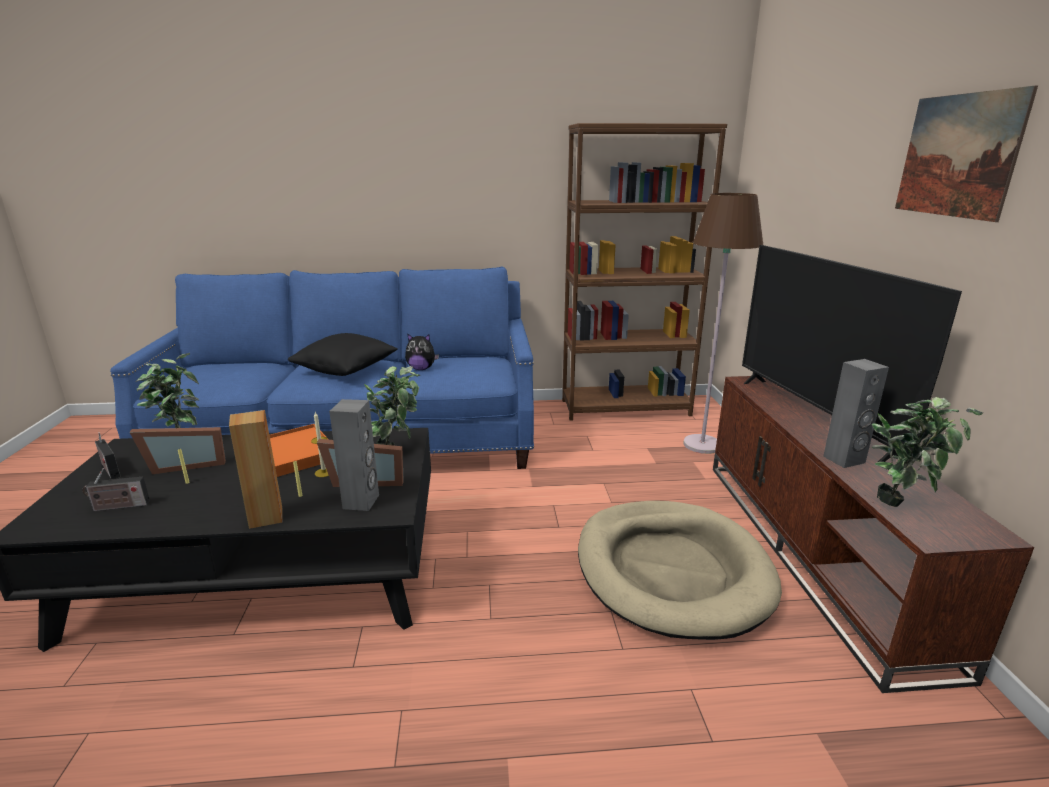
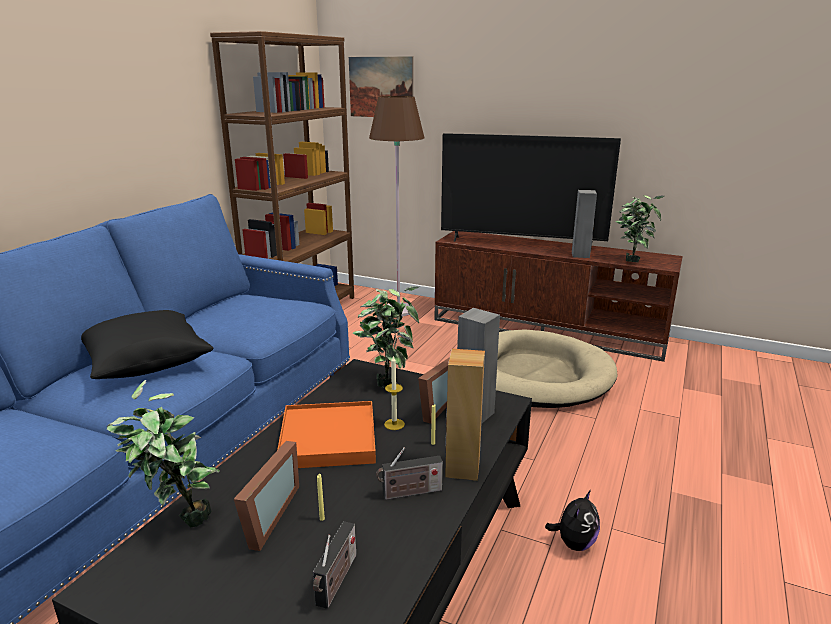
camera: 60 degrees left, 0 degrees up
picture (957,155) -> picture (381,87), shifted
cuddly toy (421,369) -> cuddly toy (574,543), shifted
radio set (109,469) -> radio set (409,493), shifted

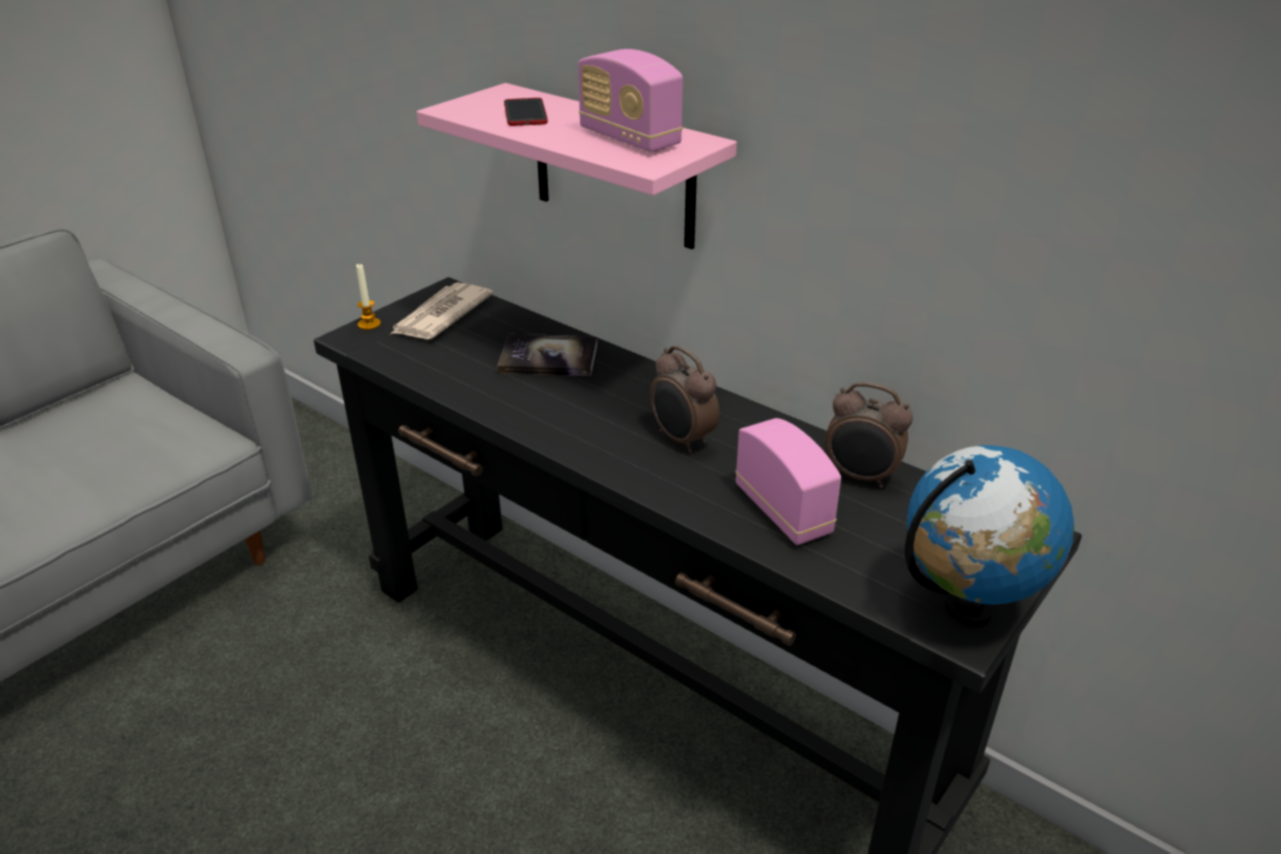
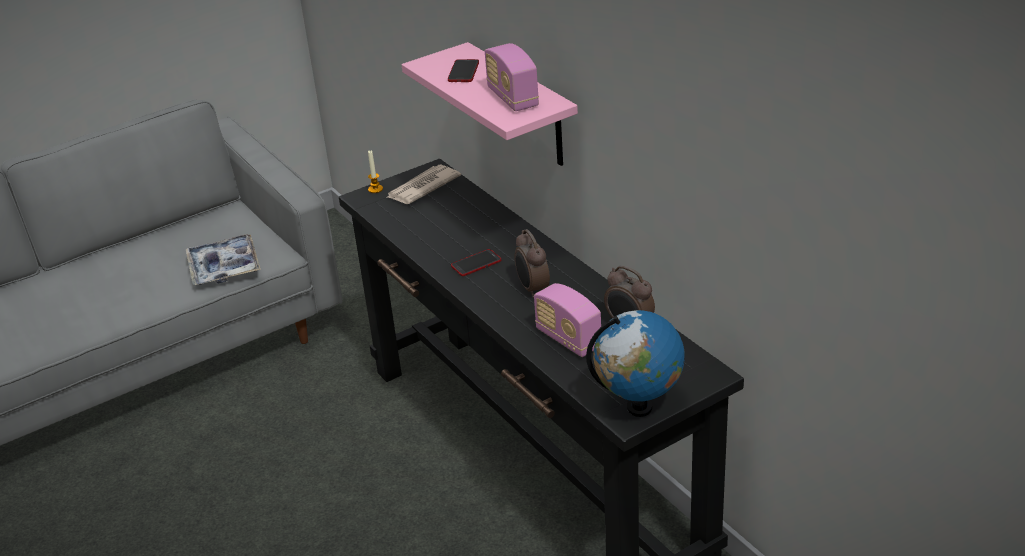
camera: 20 degrees right, 0 degrees up
book (548,357) -> none
radio set (783,510) -> radio set (568,339), 150 degrees clockwise
none -> serving tray (224,267)
none -> handset (476,263)

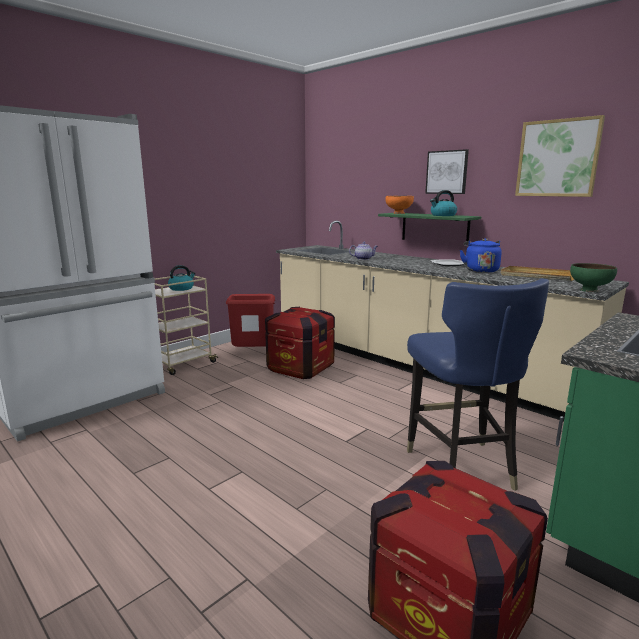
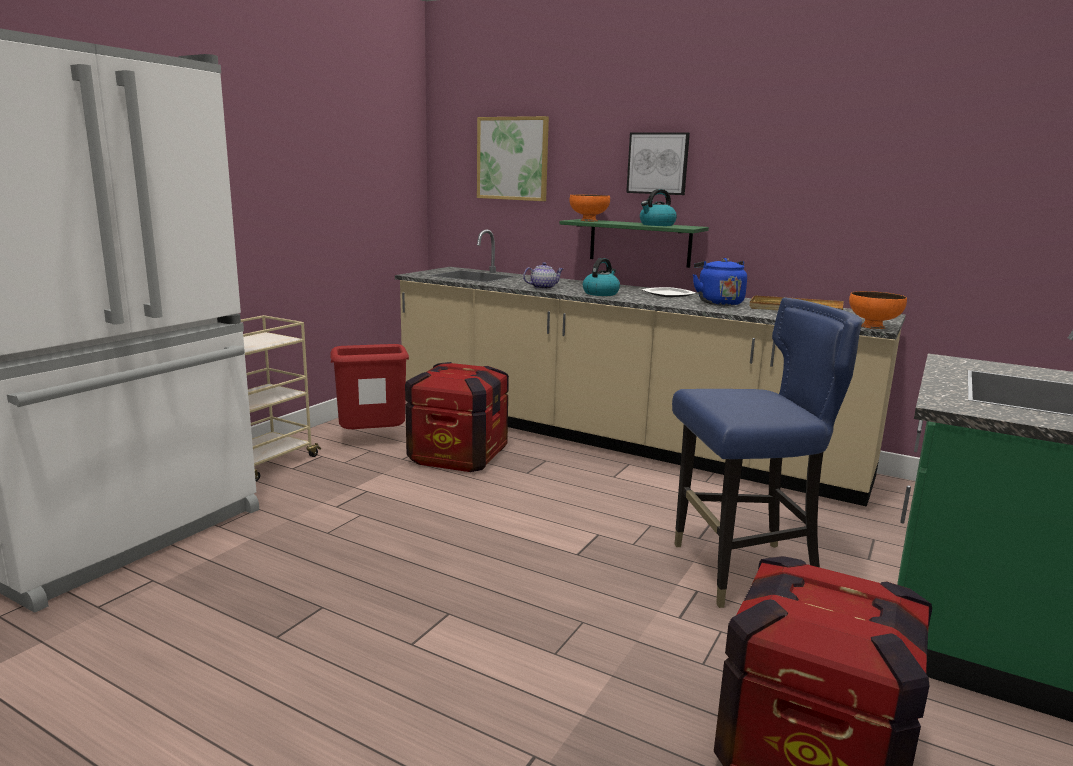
camera: 15 degrees left, 0 degrees up
picture (557,158) -> picture (513,158), shifted
green-coloured serving bowl (590,290) -> orange serving bowl (873,327)
kettle (181,288) -> kettle (601,293), shifted
blue-coloured plain chair (460,467) -> blue-coloured plain chair (742,571), 75 degrees counterclockwise

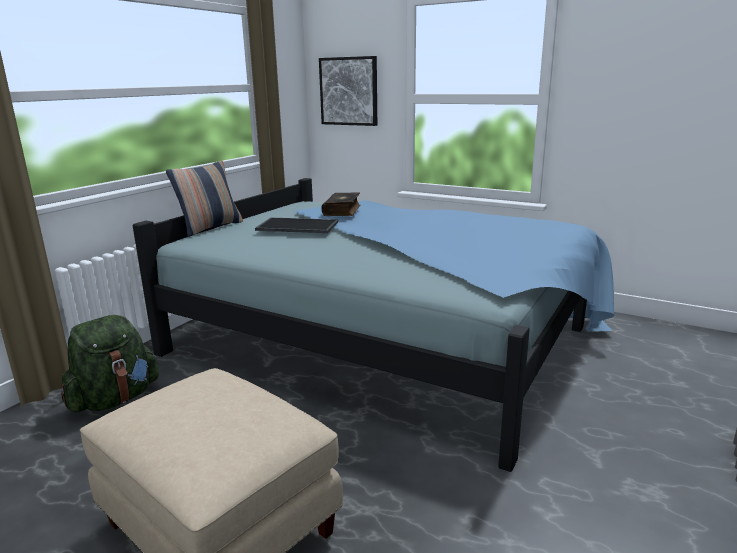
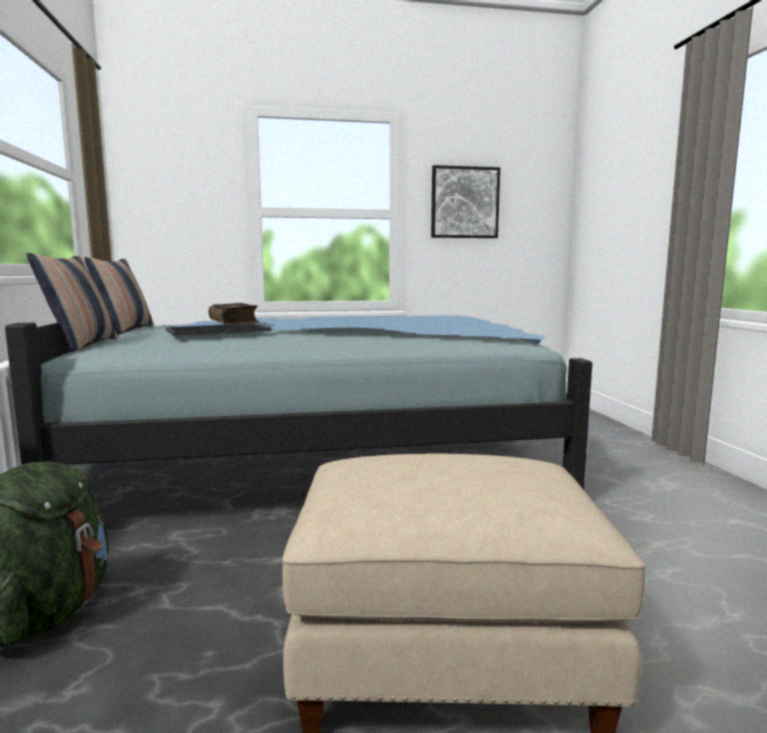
camera: 40 degrees left, 10 degrees down
picture (349,91) -> picture (464,202), shifted
none -> pillow (125,329)

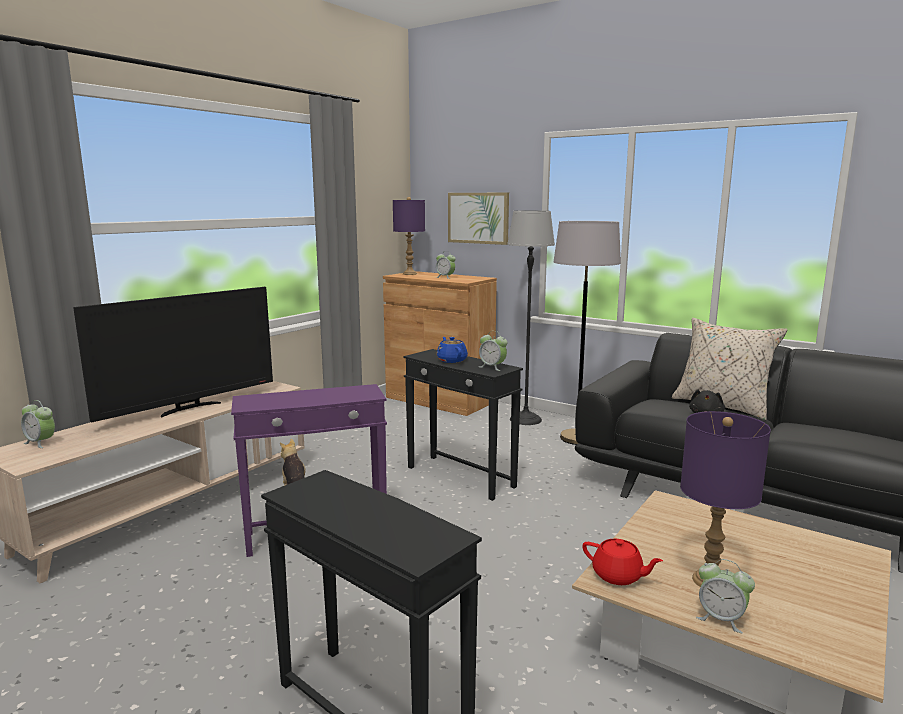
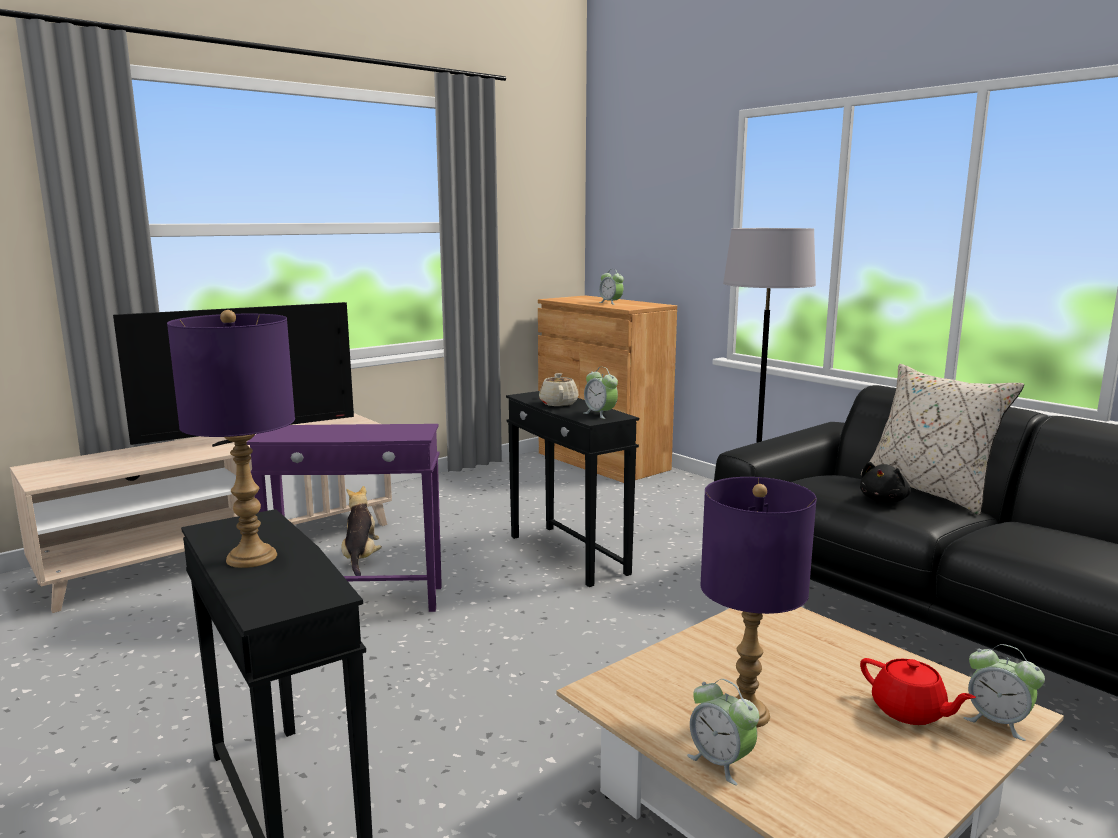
camera: 15 degrees right, 0 degrees up
picture (478,218) -> none
purplish lamp for a table (410,274) -> purplish lamp for a table (252,558), shifted
standing lamp (526,419) -> none
blue-coloured pot for tea (451,360) -> beige-coloured pot for tea (558,403)
table clock (40,443) -> table clock (997,722), shifted
reddish pot for tea (618,576) -> reddish pot for tea (909,712), shifted

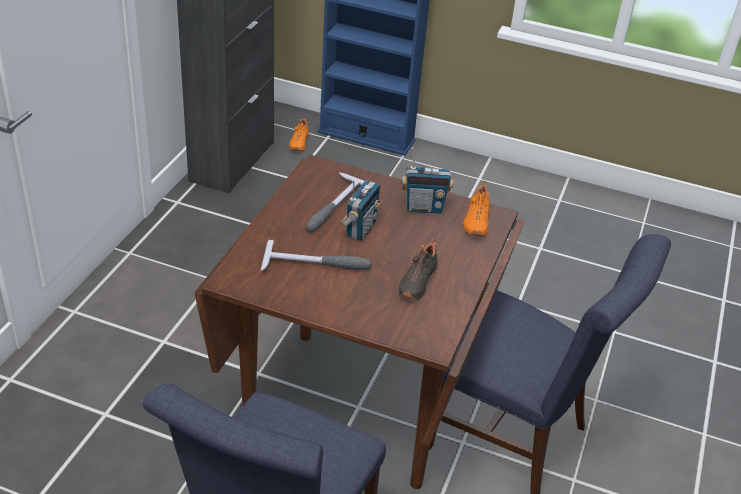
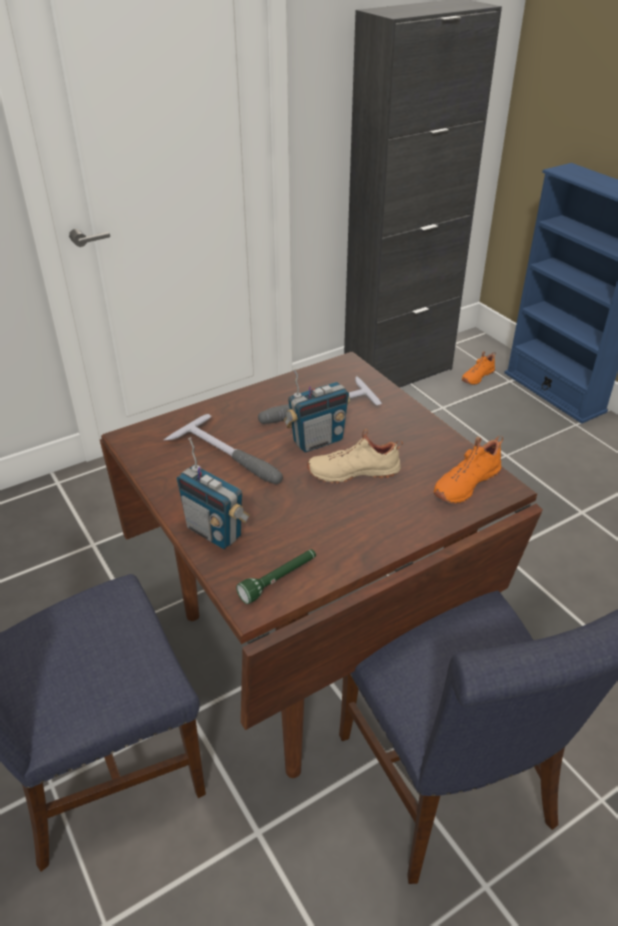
camera: 40 degrees right, 0 degrees up
radio set (424,208) -> radio set (214,532), shifted
black-coloured low shoe (416,281) -> none
none -> beige-coloured low shoe (353,471)
none -> green-coloured flashlight (279,580)

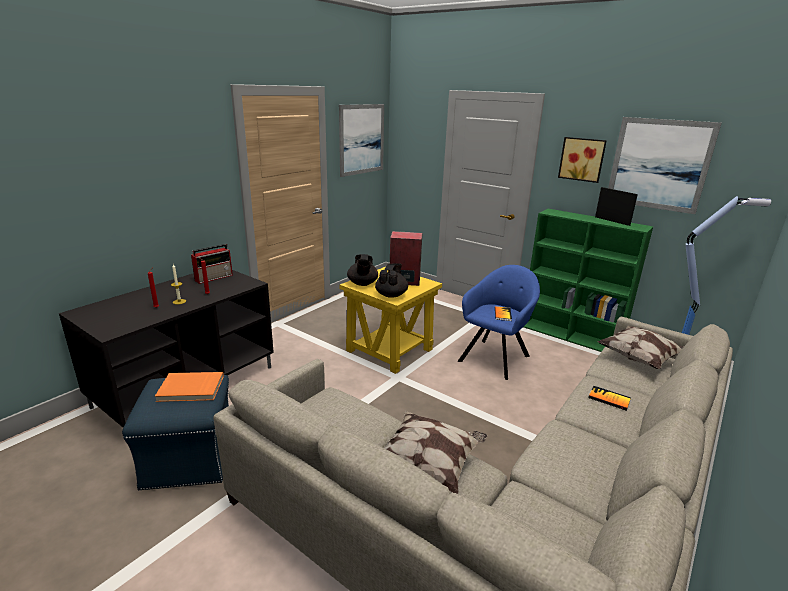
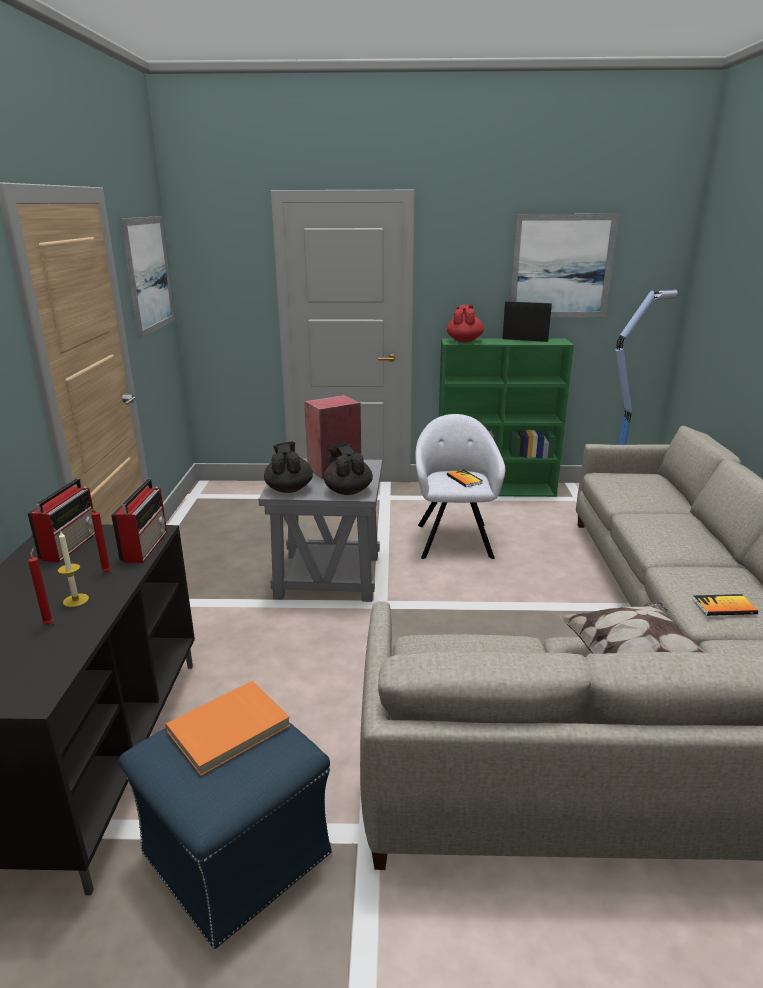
camera: 35 degrees left, 0 degrees up
picture (582,159) -> none
black-coloured pot for tea (362,284) -> black-coloured pot for tea (289,489), 150 degrees counterclockwise
blue-coloured lounge chair (495,357) -> greyish lounge chair (454,538)
yellow-coloured end table (390,350) -> greyish end table (329,576)
pillow (640,359) -> none
book (609,399) -> book (724,606), shifted
none -> reddish pot for tea (464,341)
none -> radio set (145,545)

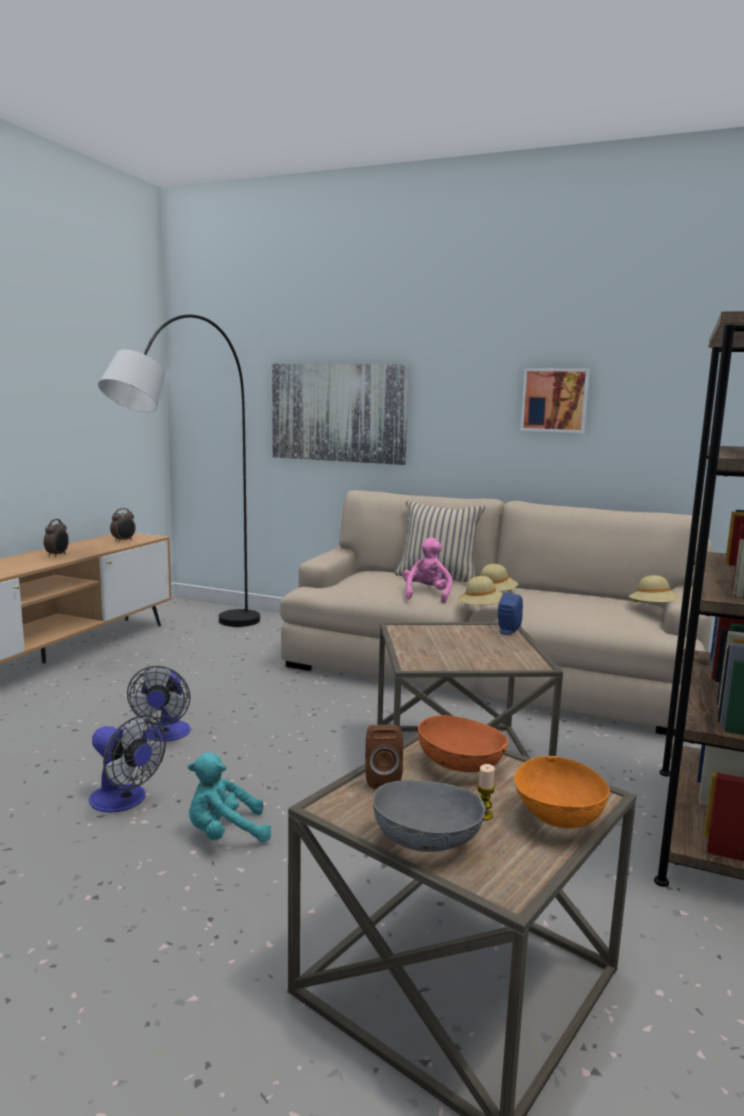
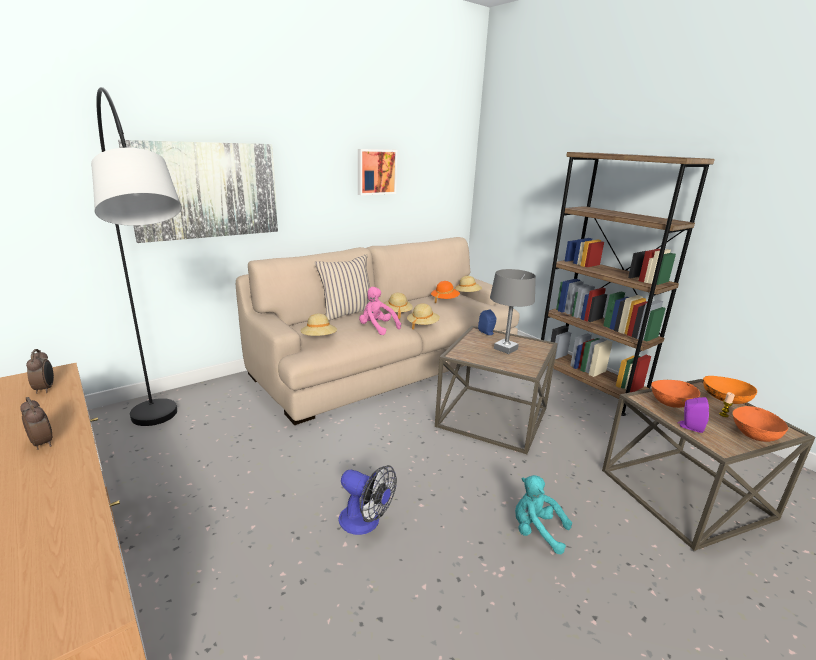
camera: 60 degrees left, 10 degrees up
cooling fan (124,801) -> none
brownish loudspeaker (381,779) -> purplish loudspeaker (689,427)
blue-green cuddly toy (225,834) -> blue-green cuddly toy (536,531), 105 degrees clockwise
greyish serving bowl (426,840) -> orange serving bowl (753,435)
none -> greyish lamp for a table (506,349)
none -> orange hat (444,300)
none -> beige-coloured hat (319,338)

